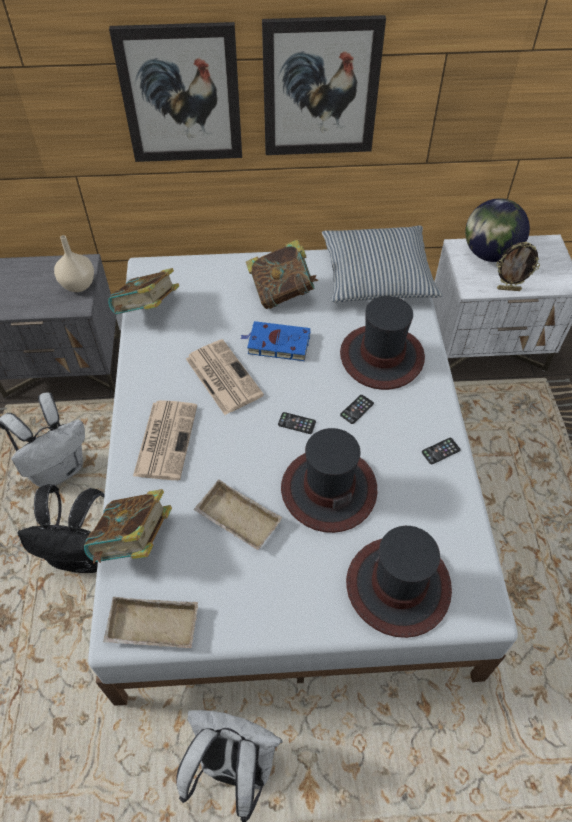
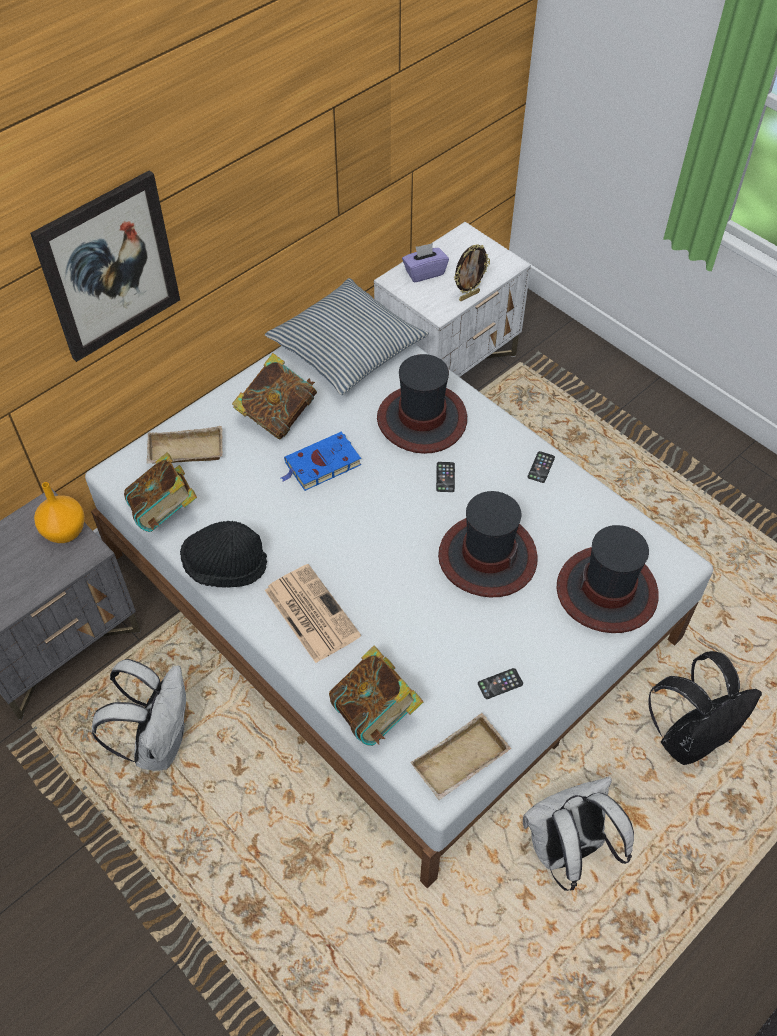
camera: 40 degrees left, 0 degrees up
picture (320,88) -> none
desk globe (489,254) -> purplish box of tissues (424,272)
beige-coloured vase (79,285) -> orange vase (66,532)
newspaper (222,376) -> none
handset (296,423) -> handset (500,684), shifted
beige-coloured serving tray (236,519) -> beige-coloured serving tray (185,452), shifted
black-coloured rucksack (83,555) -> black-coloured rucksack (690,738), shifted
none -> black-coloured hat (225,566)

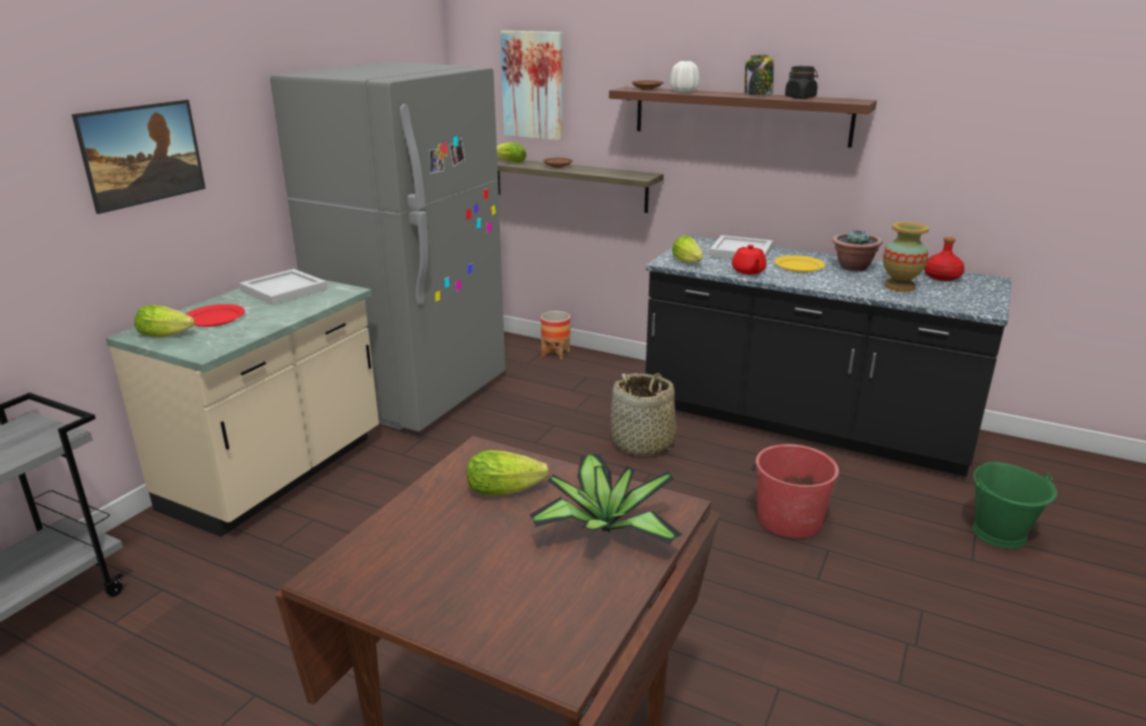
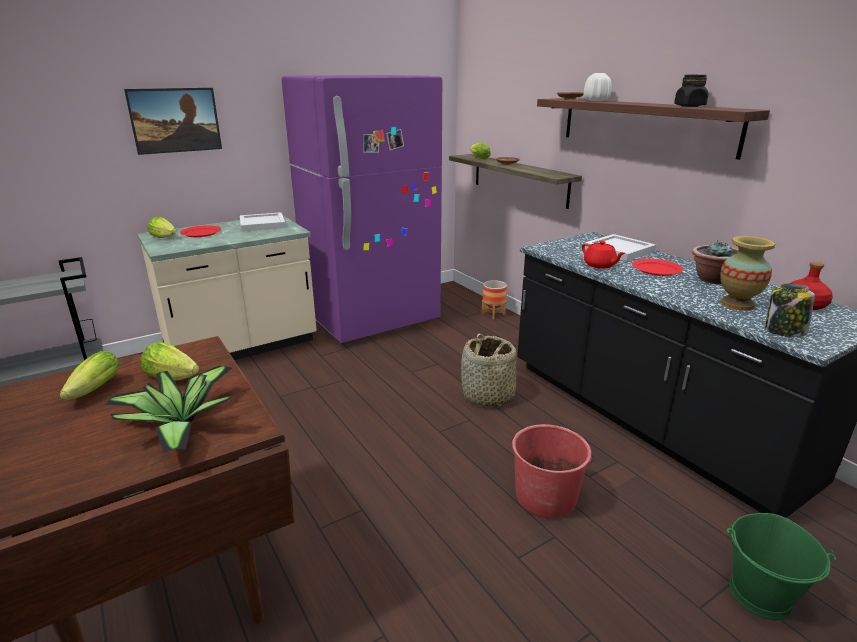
camera: 30 degrees right, 0 degrees up
picture (533,85) -> none
preserve jar (758,95) -> preserve jar (784,332), shifted
greyish fridge (416,393) -> purplish fridge (372,319)
head of lettuce (688,262) -> head of lettuce (92,392), shifted
reddish pot for tea (748,271) -> reddish pot for tea (600,265), 60 degrees counterclockwise
yellow-coloured plate (799,266) -> reddish plate (656,269)

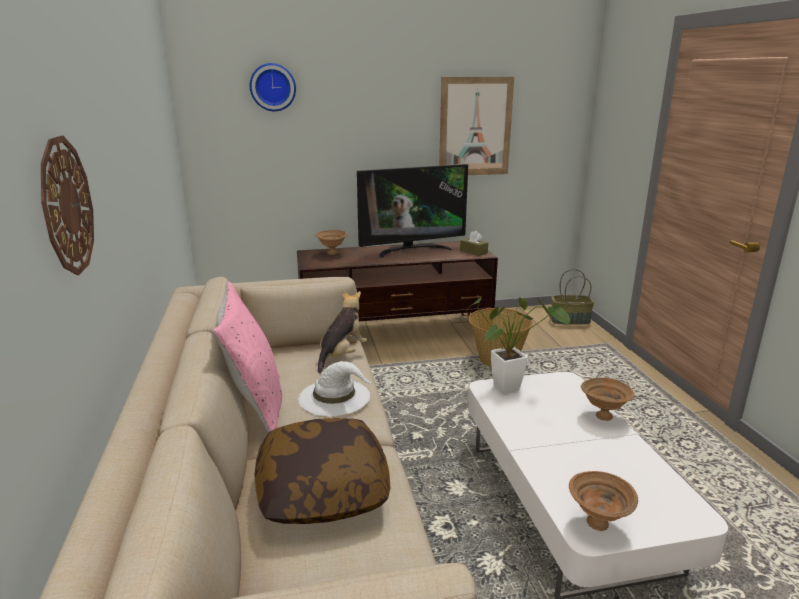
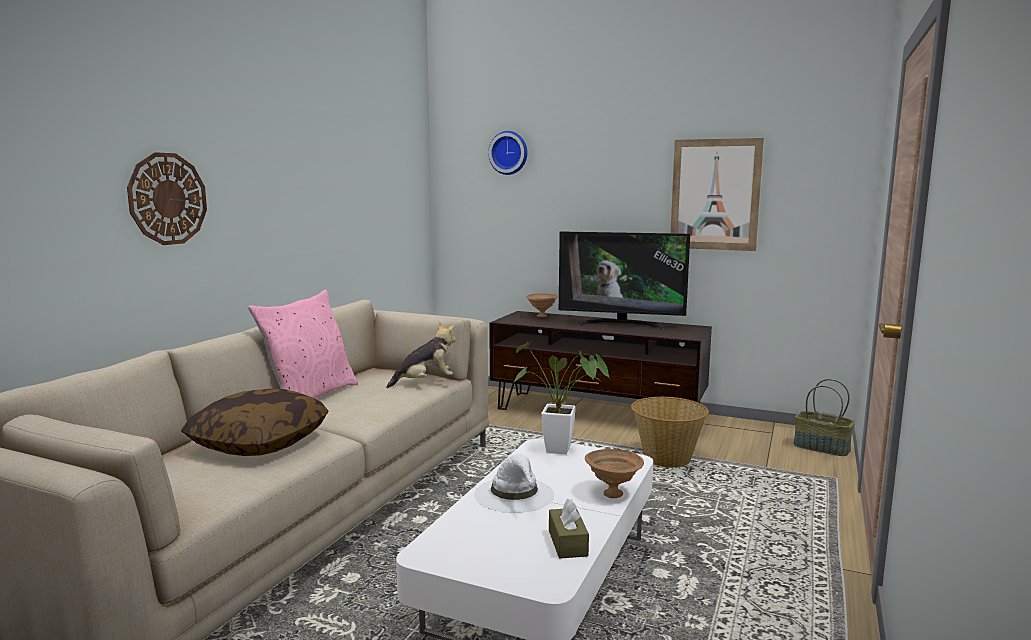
camera: 35 degrees right, 10 degrees down
brownish box of tissues (473,252) -> brownish box of tissues (567,543), shifted
white hat (335,397) -> white hat (515,495), shifted
brownish serving bowl (598,524) -> none

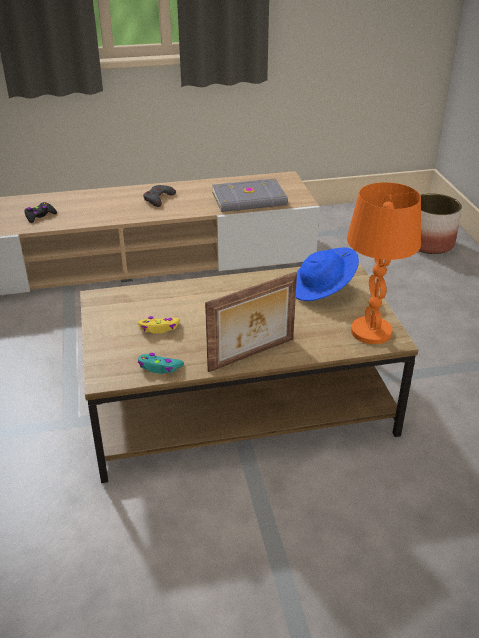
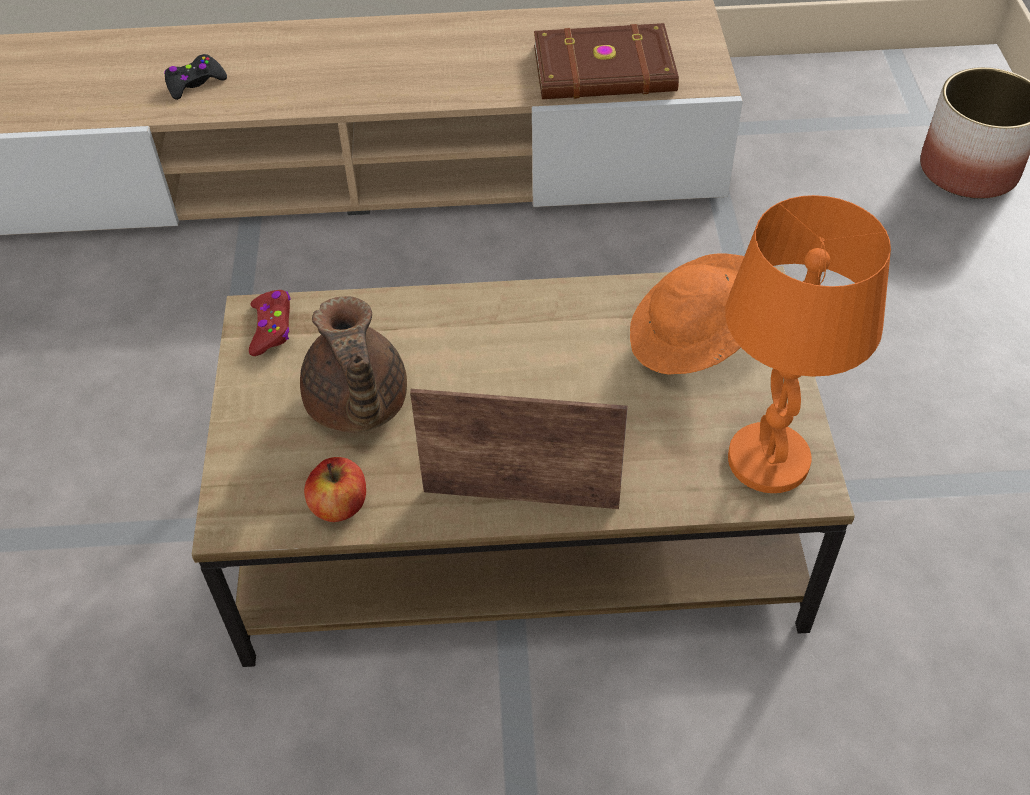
camera: 10 degrees right, 15 degrees up
greyish book (250,199) -> brownish book (605,71)
greyish game controller (158,199) -> none
blue-coloured hat (322,289) -> orange hat (694,339)
photo frame (252,355) -> photo frame (521,495), 150 degrees counterclockwise
yellow-coloured game controller (159,328) -> brownish pot for tea (357,407)
blue-green game controller (159,367) -> apple (339,505)
none -> reddish game controller (271,328)

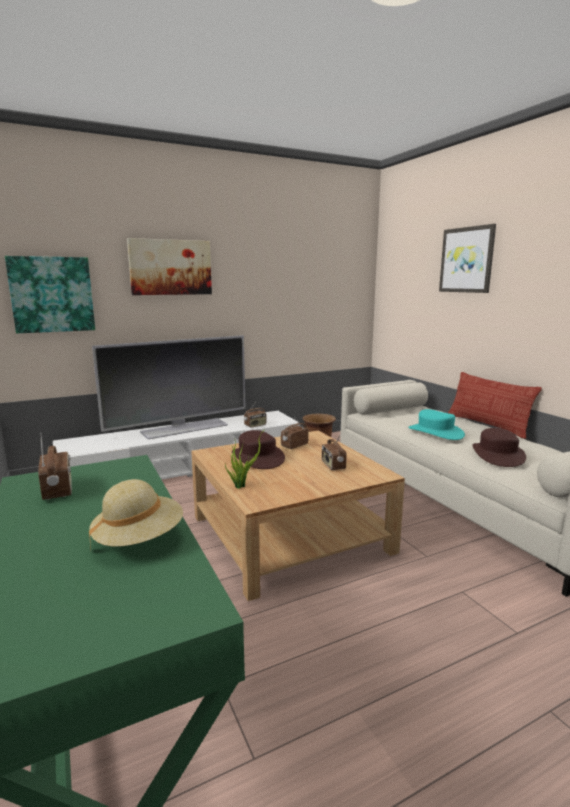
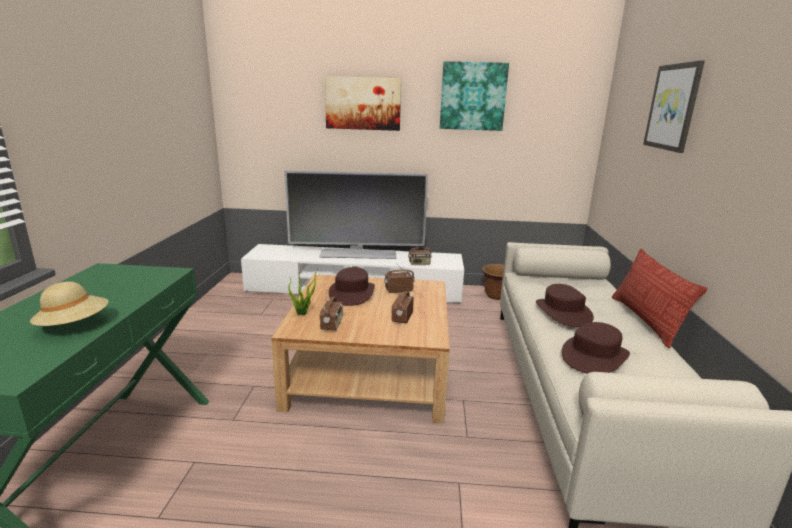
camera: 30 degrees right, 5 degrees up
picture (52,294) -> picture (473,96), shifted
blue-green hat (435,432) -> brownish hat (562,312)
radio set (58,490) -> radio set (332,325), shifted

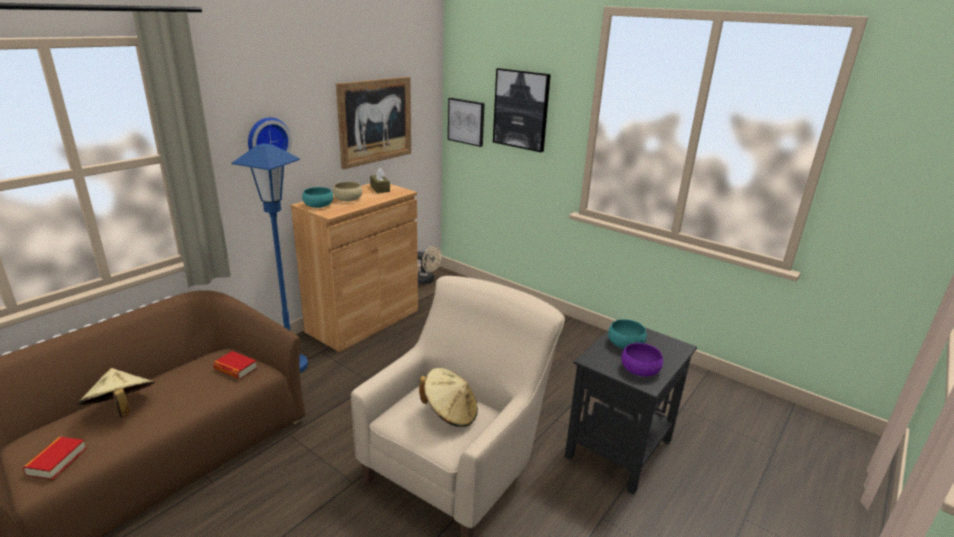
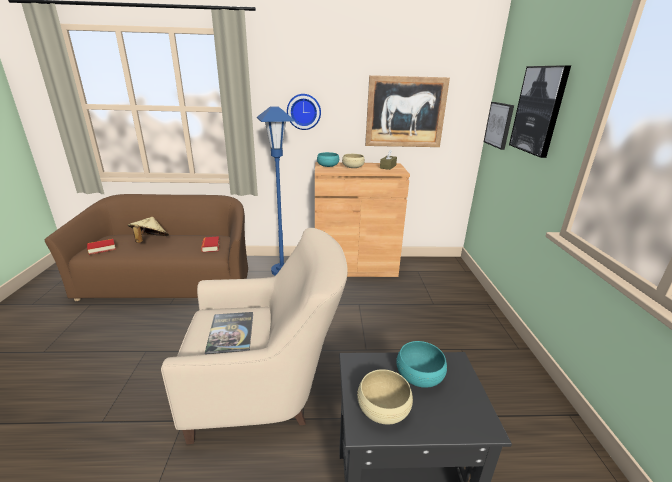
camera: 50 degrees right, 0 degrees up
beige-coloured cooling fan (427,281) -> none
purplish serving bowl (640,369) -> beige-coloured serving bowl (383,407)
beige-coloured hat (450,413) -> book (231,333)

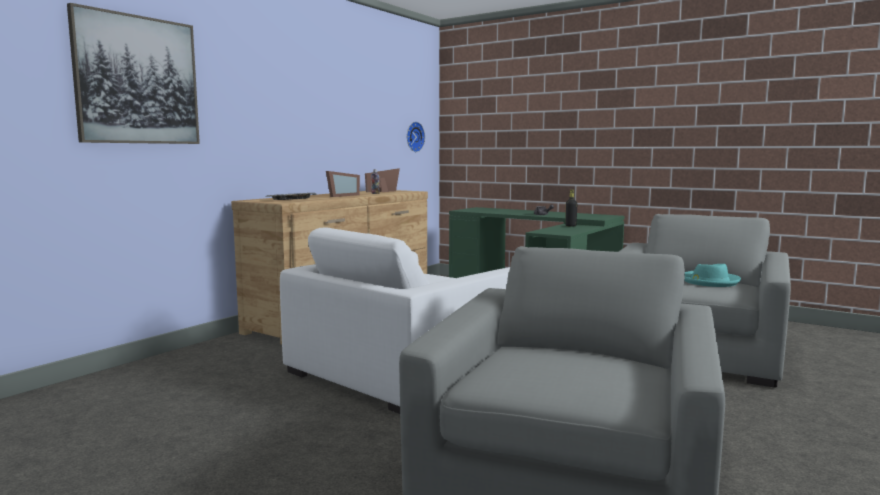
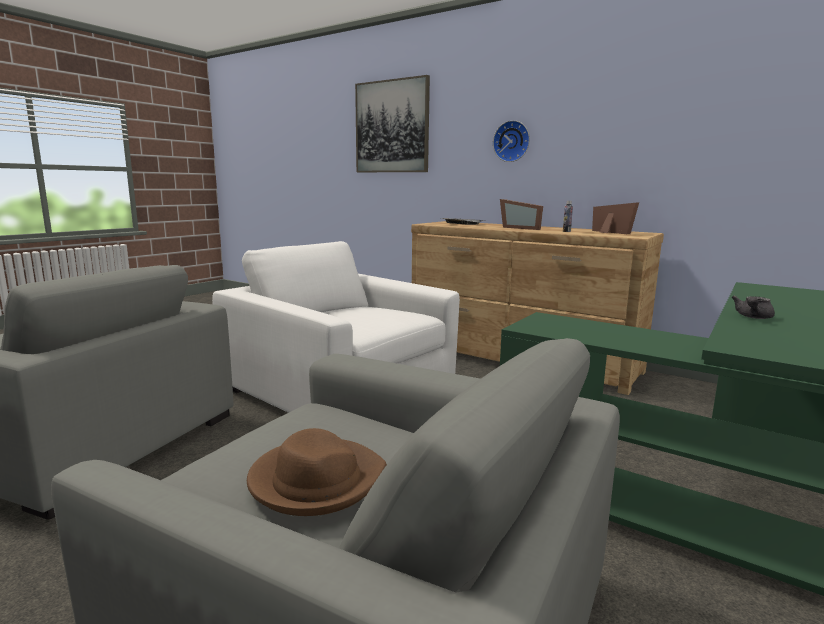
camera: 90 degrees right, 5 degrees up
clock on the wall (413,137) -> clock on the wall (512,141), shifted
black-coloured drink bottle (570,226) -> none
blue-green hat (709,281) -> brownish hat (316,480)

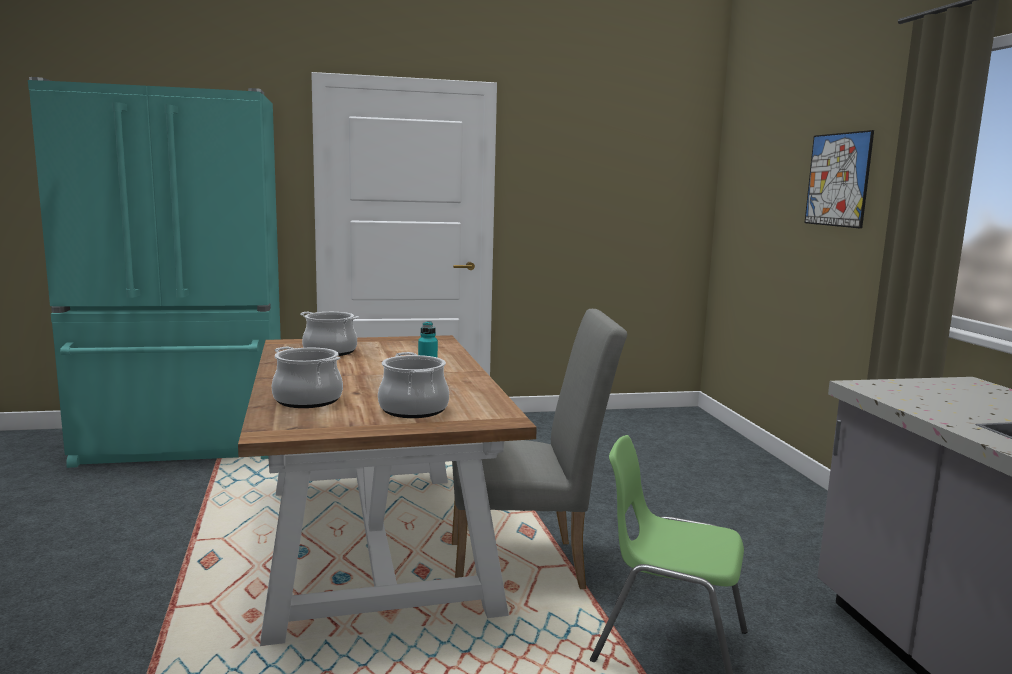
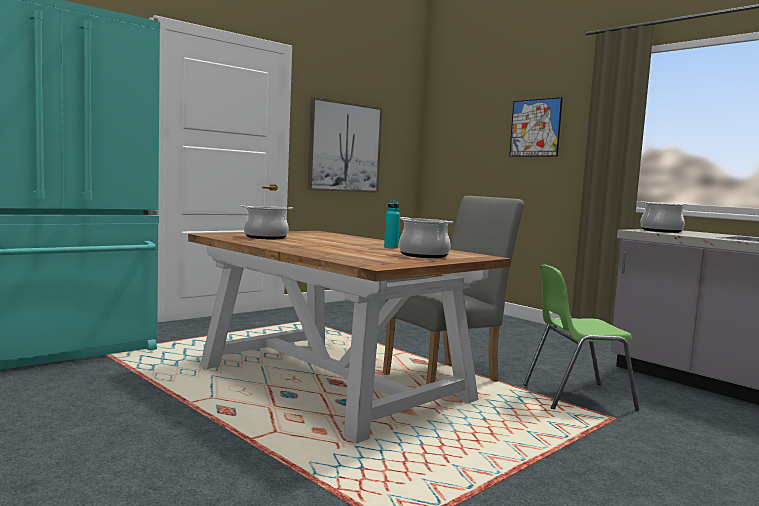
camera: 30 degrees left, 5 degrees down
cooking pot (308,400) -> cooking pot (661,231), shifted
none -> picture (345,147)

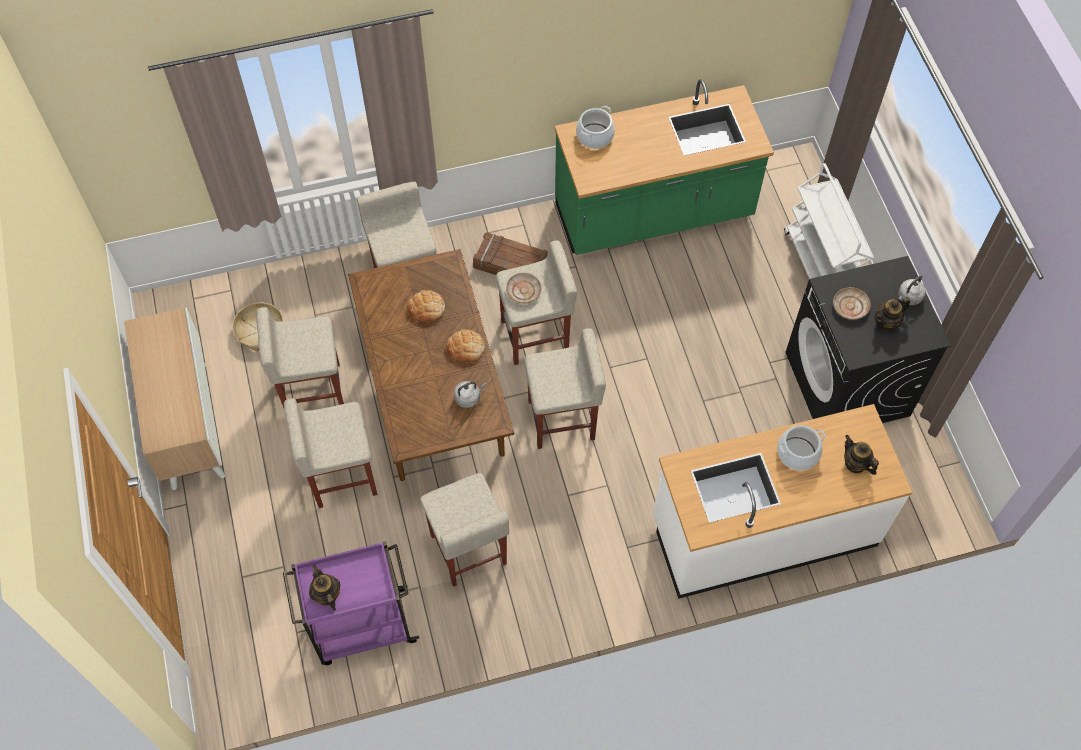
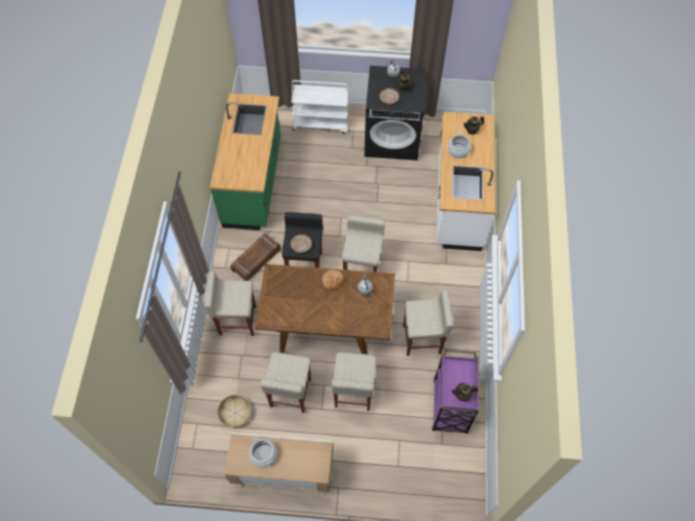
camera: 70 degrees left, 0 degrees up
cooking pot (594,136) -> cooking pot (263,455), shifted
beige-coloured stool (536,336) -> black-coloured stool (305,265)
bakery bread (426,308) -> none

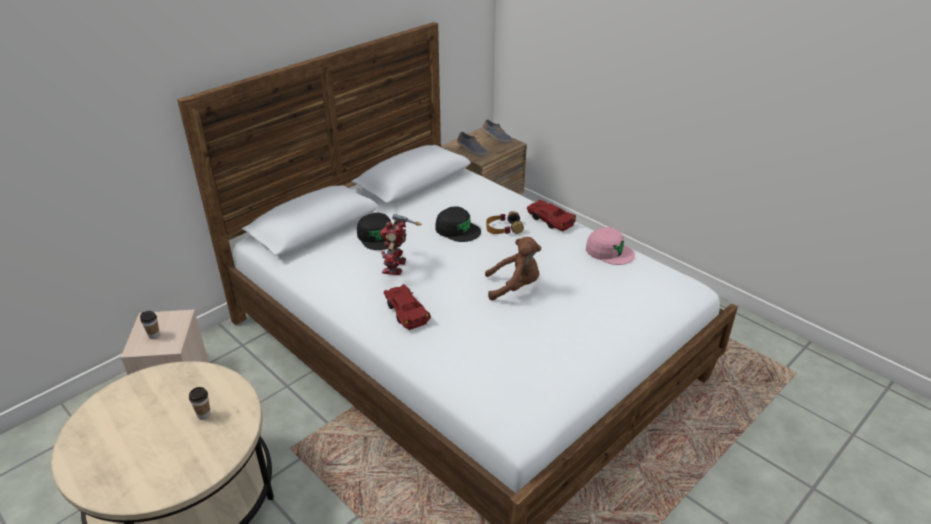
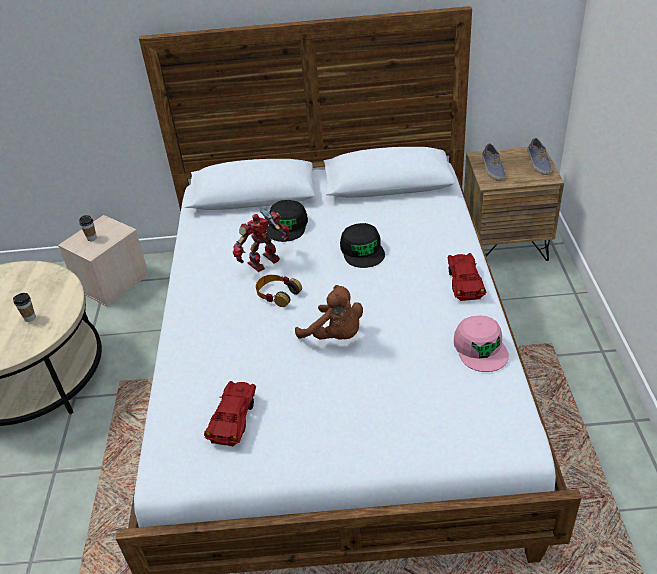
camera: 45 degrees right, 5 degrees up
headset (503,228) -> headset (277,294), shifted
reddish toy car (406,311) -> reddish toy car (234,418), shifted

